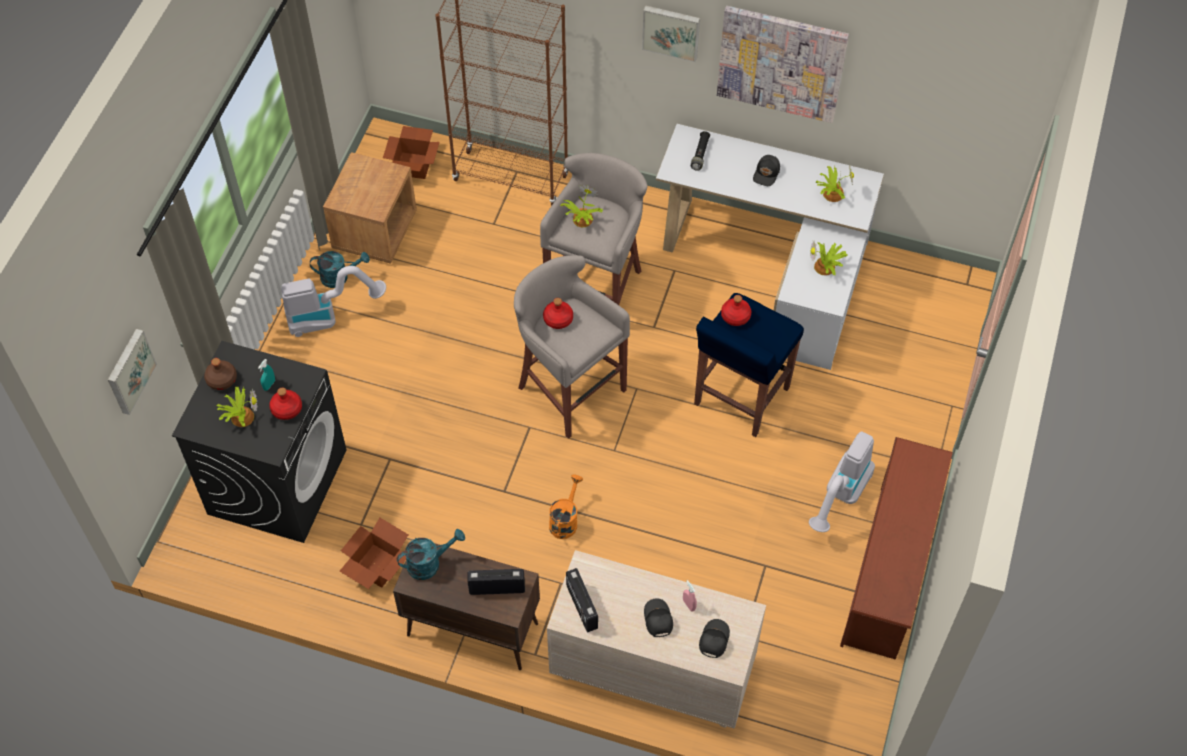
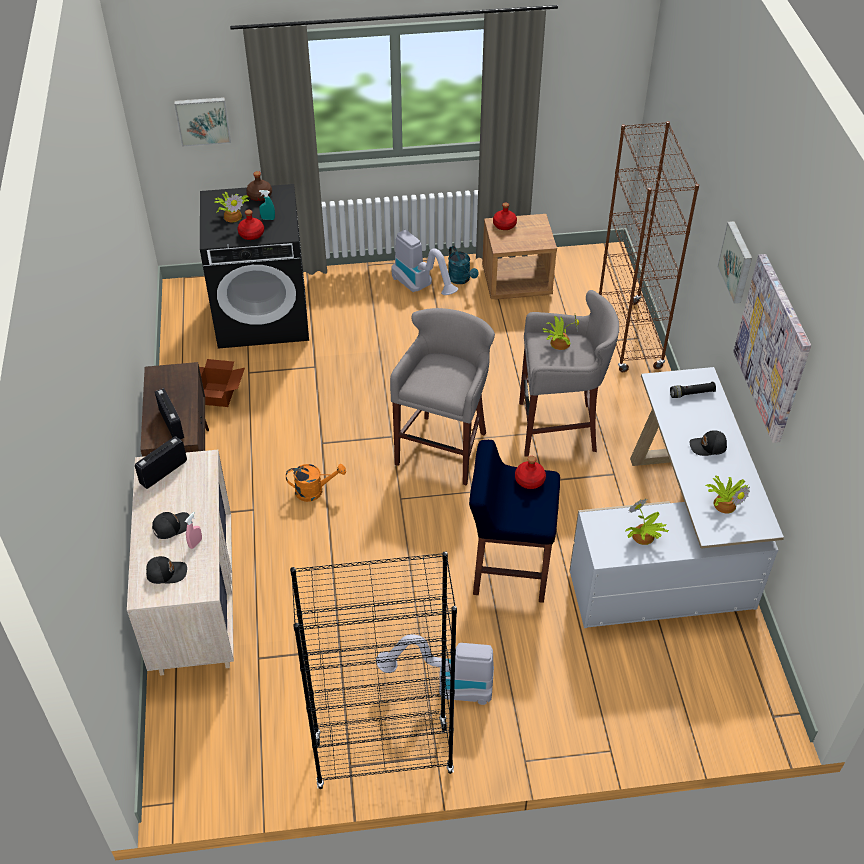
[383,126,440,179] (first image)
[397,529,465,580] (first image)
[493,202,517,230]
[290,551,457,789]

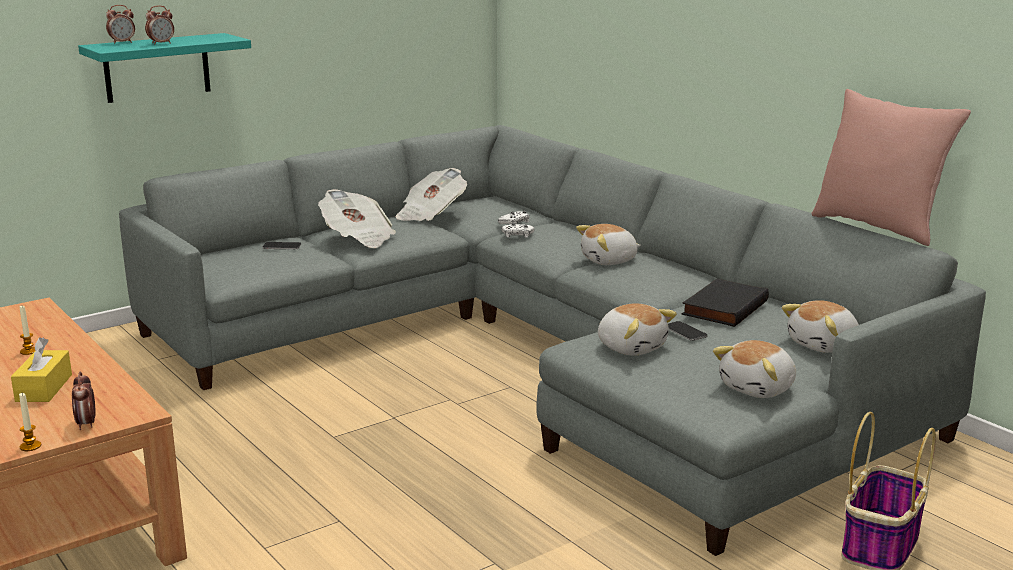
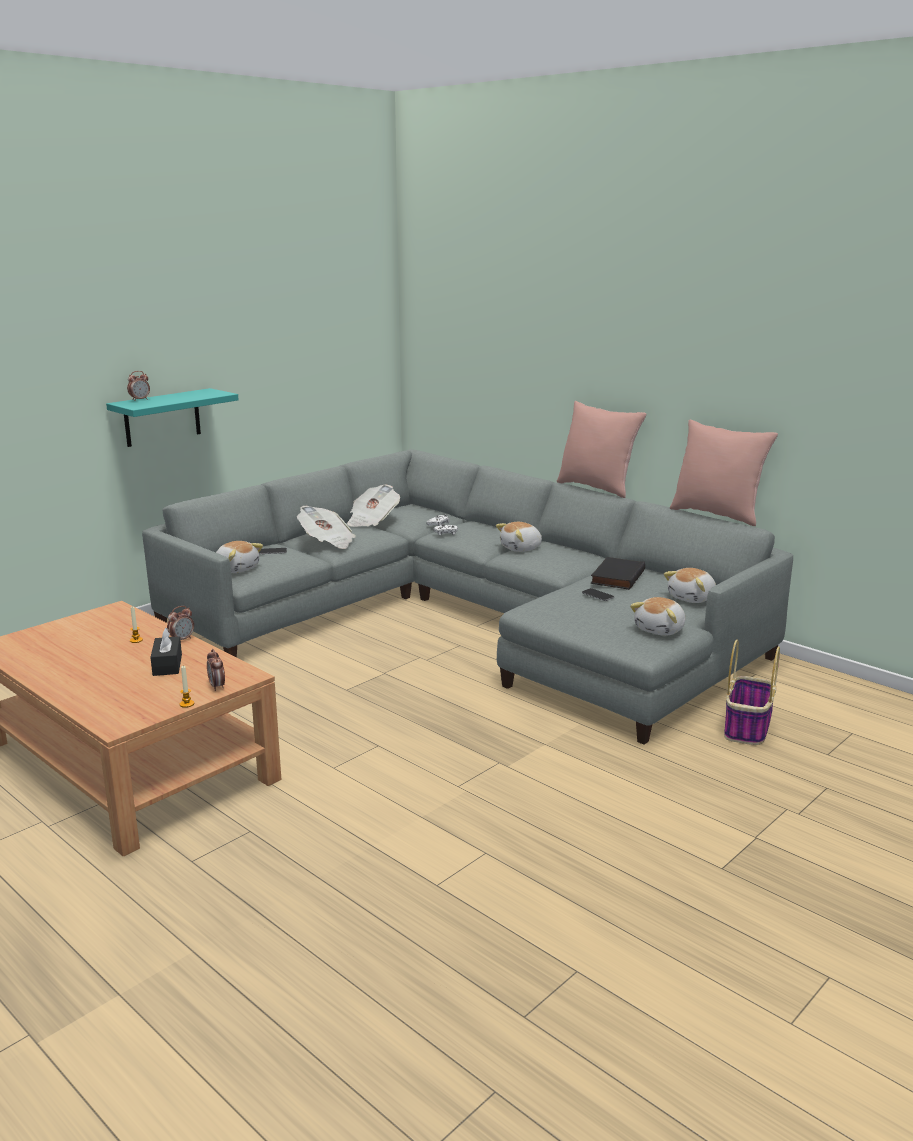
[557,401,647,498]
[167,606,194,640]
[216,541,263,573]
[150,628,182,676]

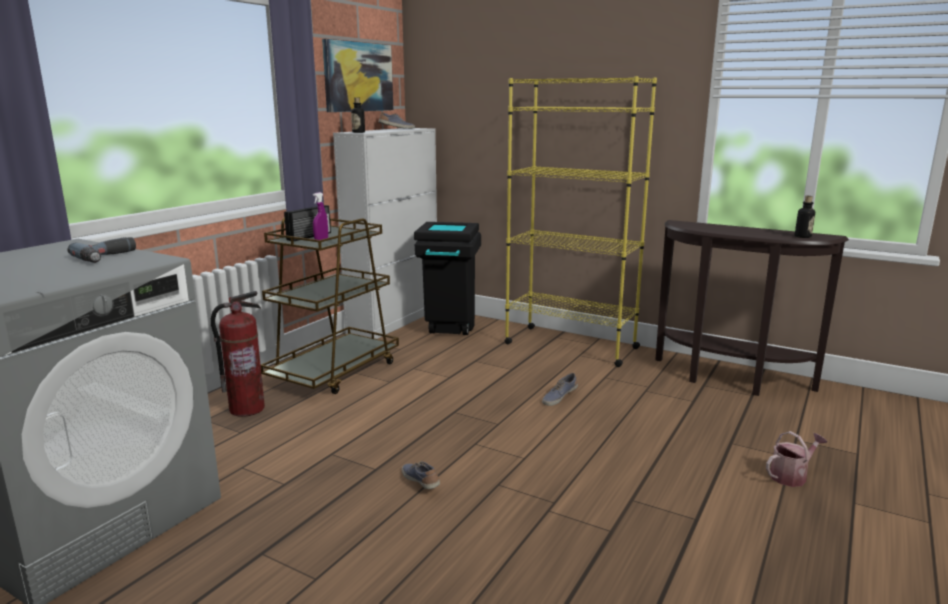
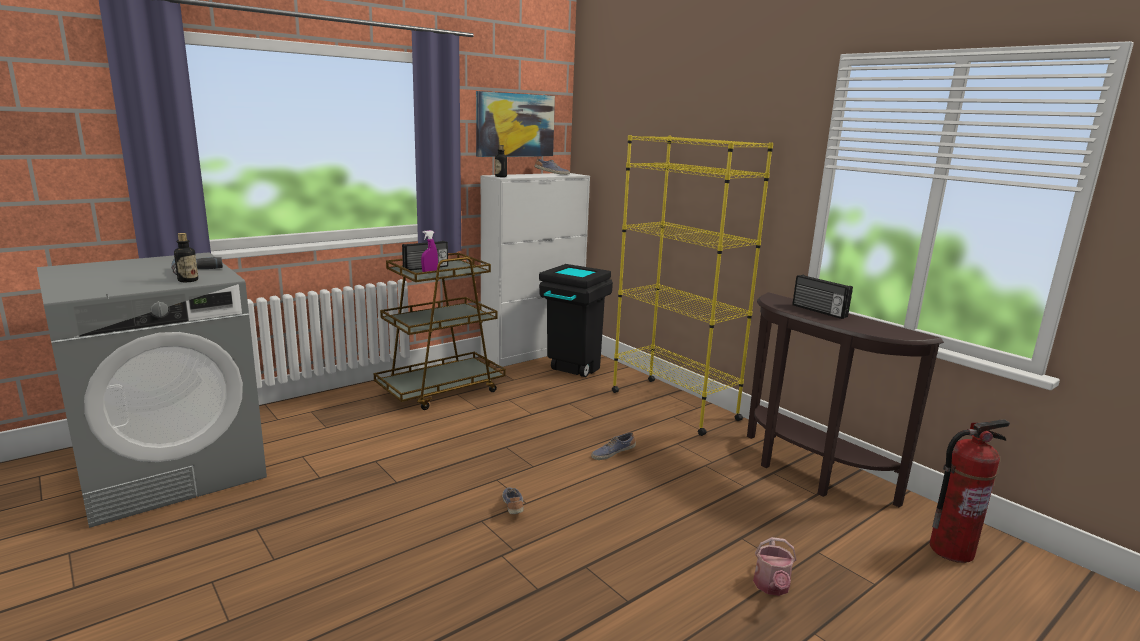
[792,275,853,319]
[930,419,1010,563]
[502,487,524,514]
[174,233,198,282]
[753,537,797,596]

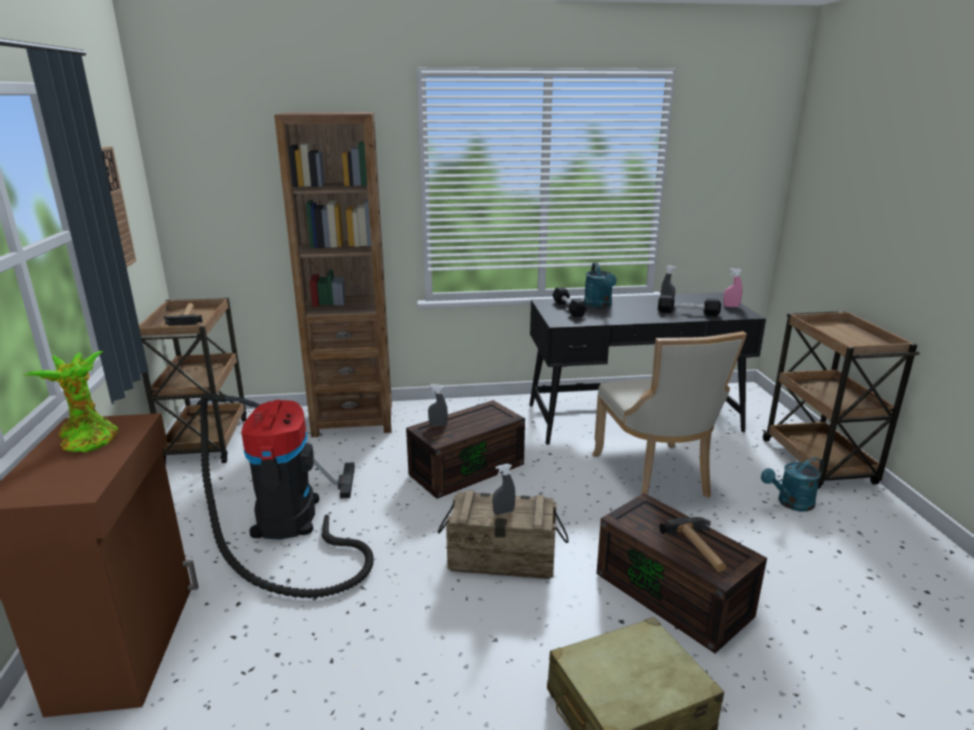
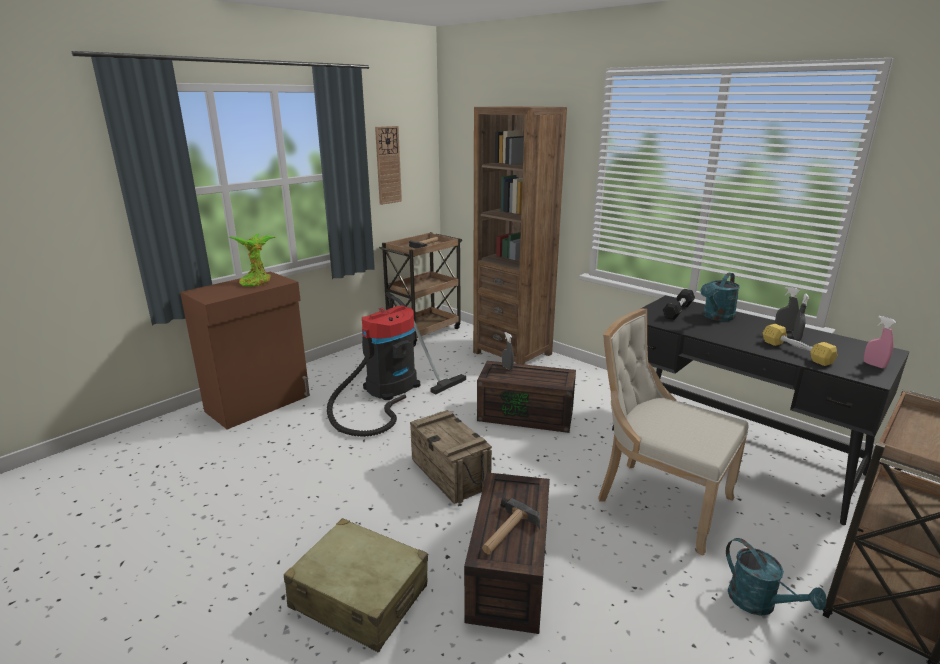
[775,287,800,331]
[763,324,837,366]
[598,308,749,556]
[726,538,827,616]

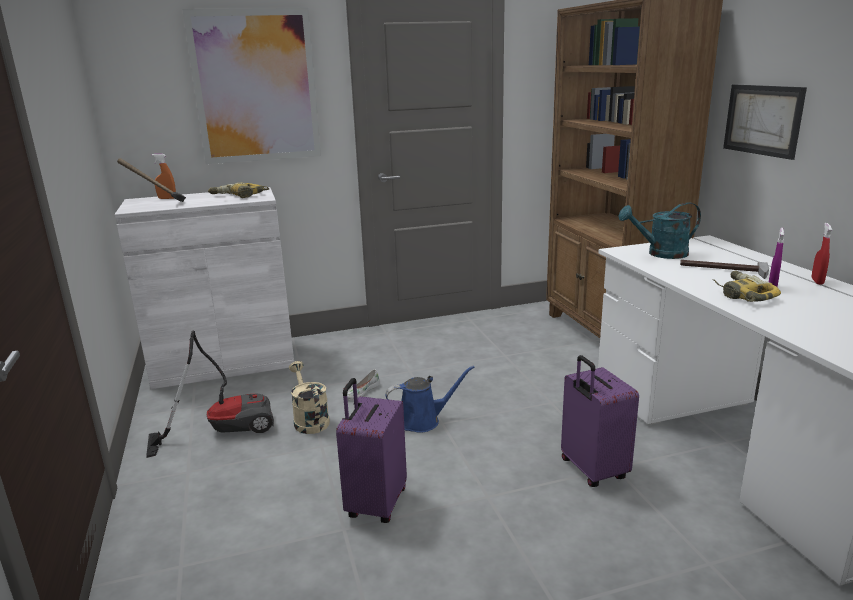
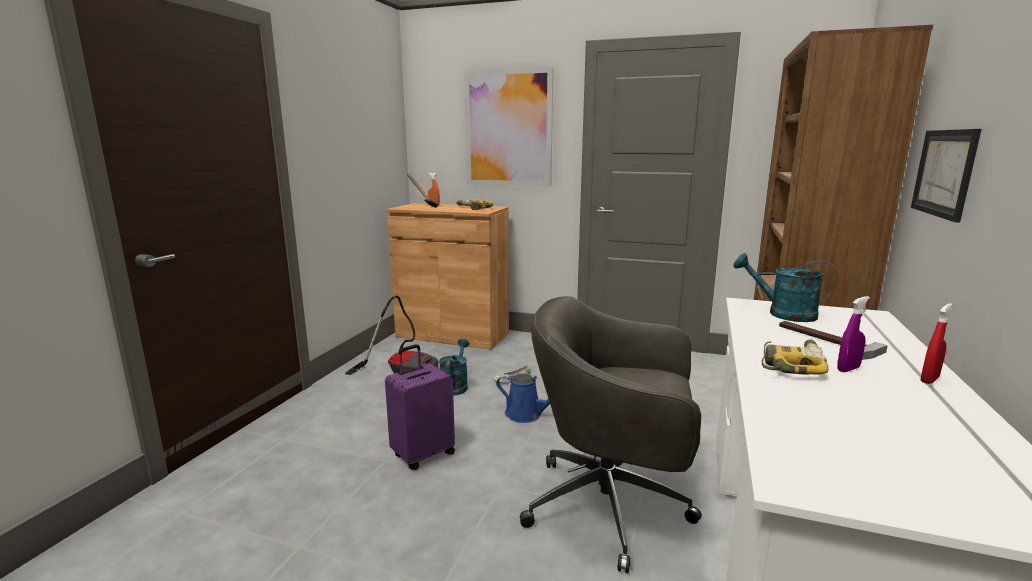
[520,296,702,573]
[387,203,509,350]
[439,338,469,396]

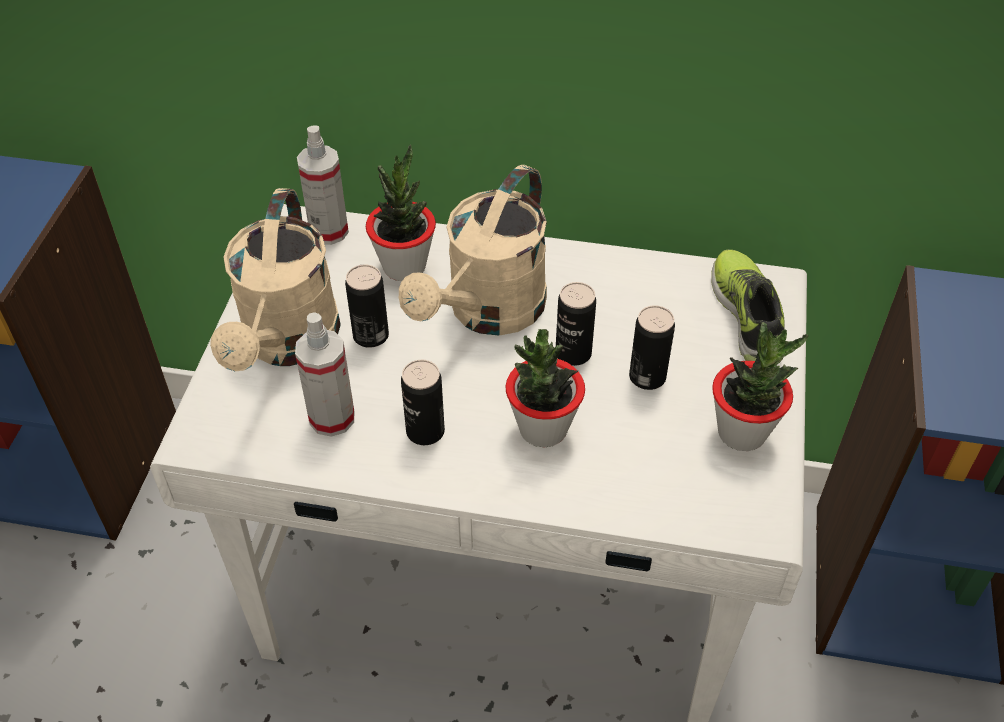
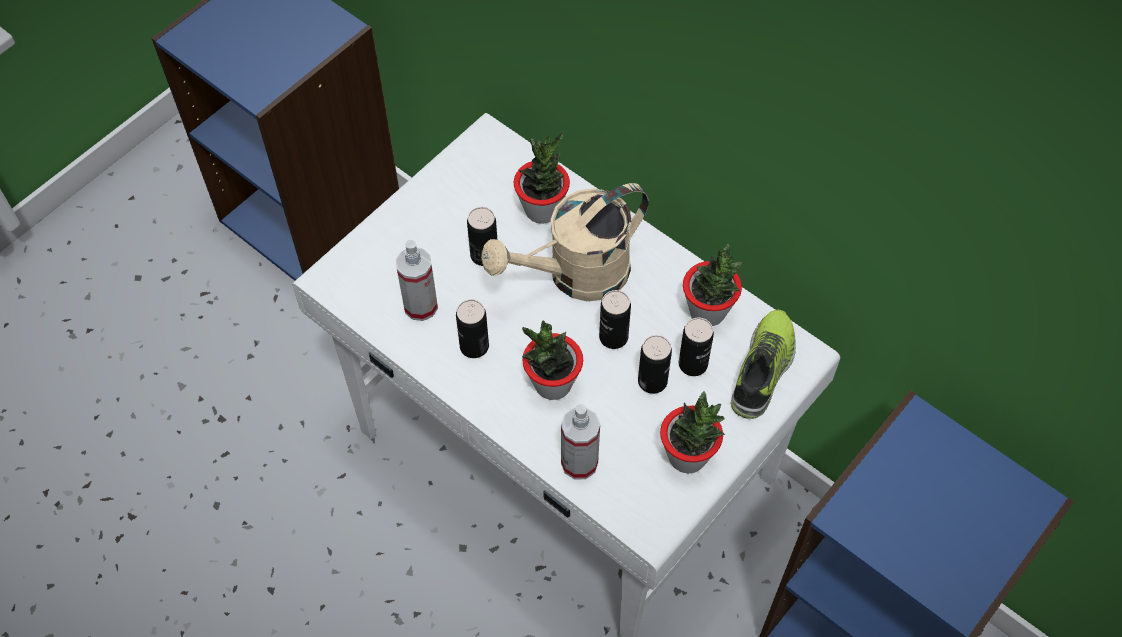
[210,188,341,372] (first image)
[679,318,714,376]
[683,244,743,326]
[561,404,600,480]

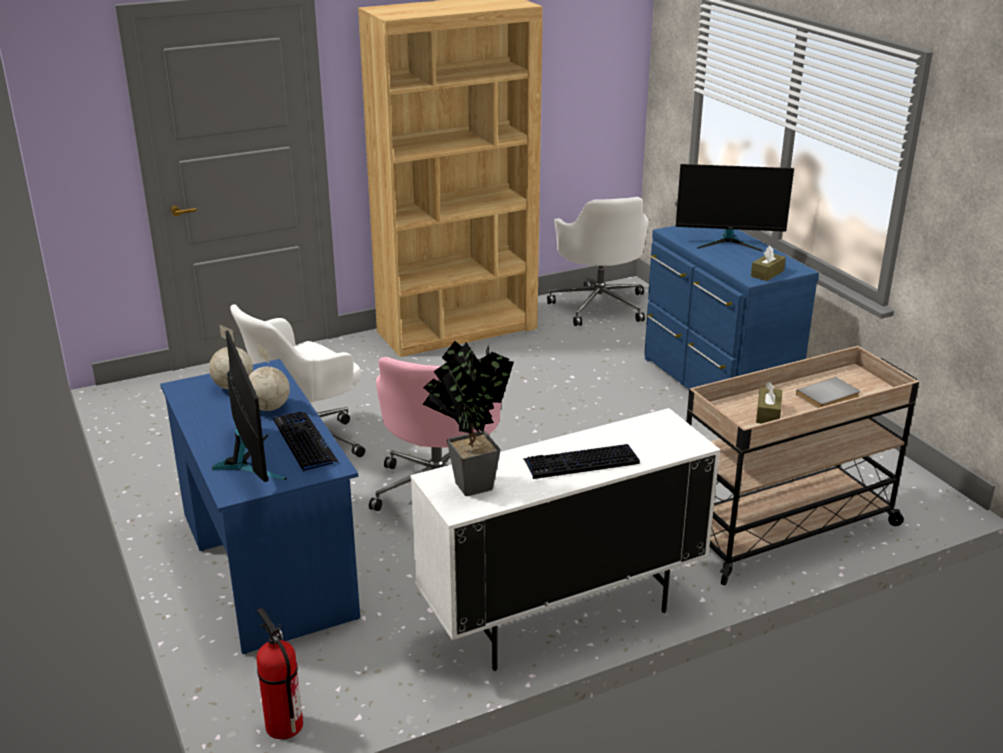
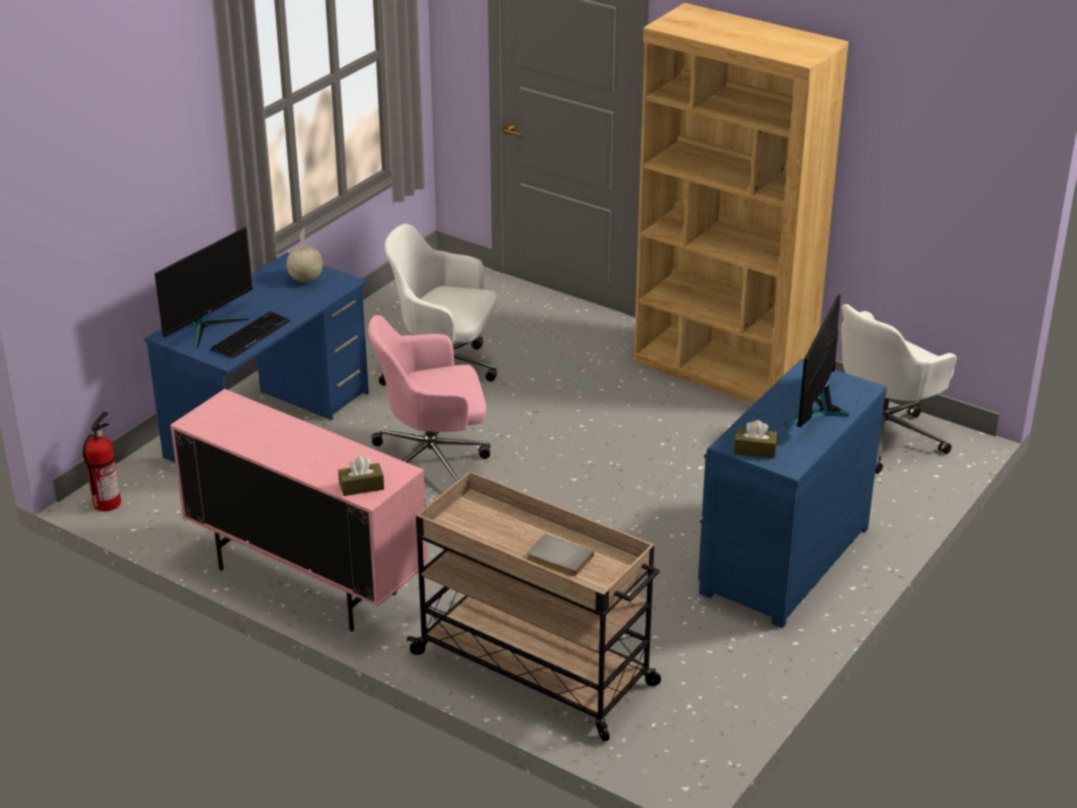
[249,344,290,411] (first image)
[423,341,514,496] (first image)
[523,444,640,479] (first image)
[338,457,384,496]
[170,389,428,632]
[784,294,849,427]

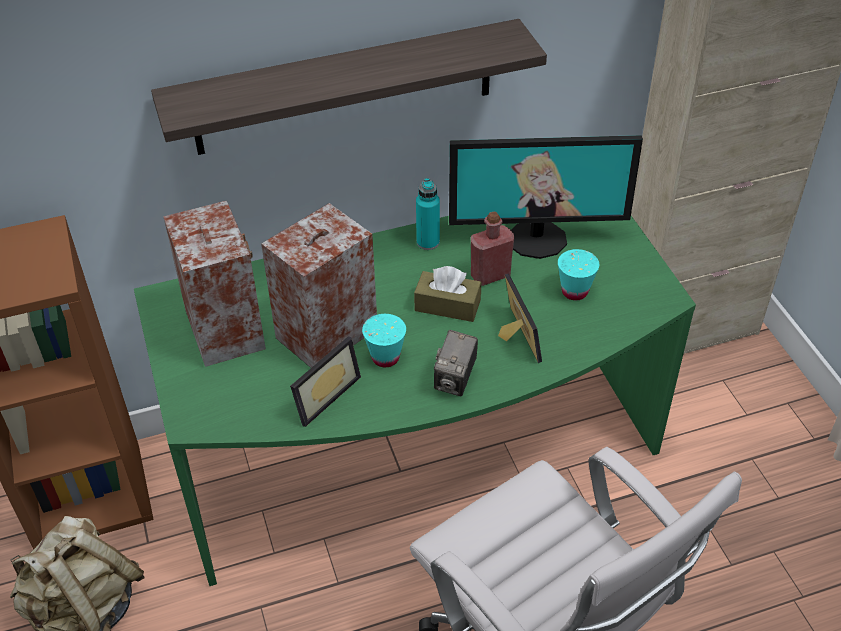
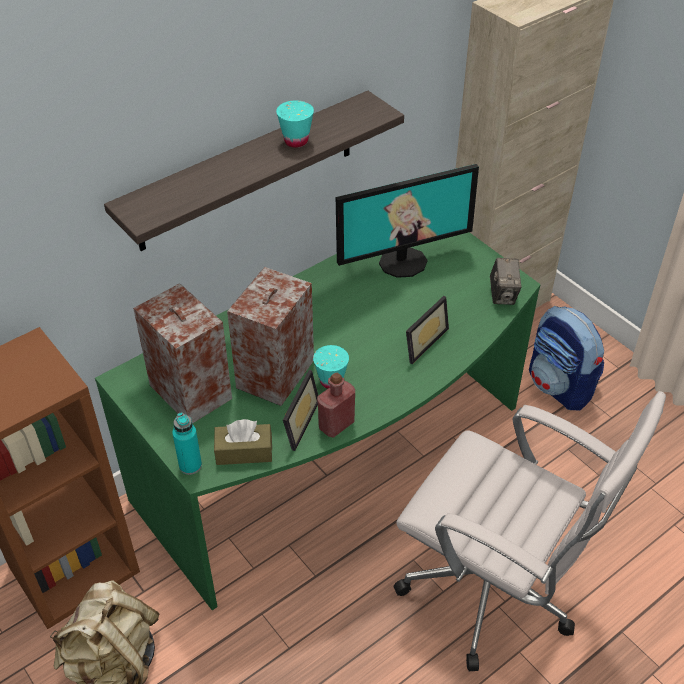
[529,306,604,411]
[214,419,272,465]
[172,412,202,475]
[490,258,522,305]
[317,372,355,438]
[276,100,314,148]
[406,296,449,364]

